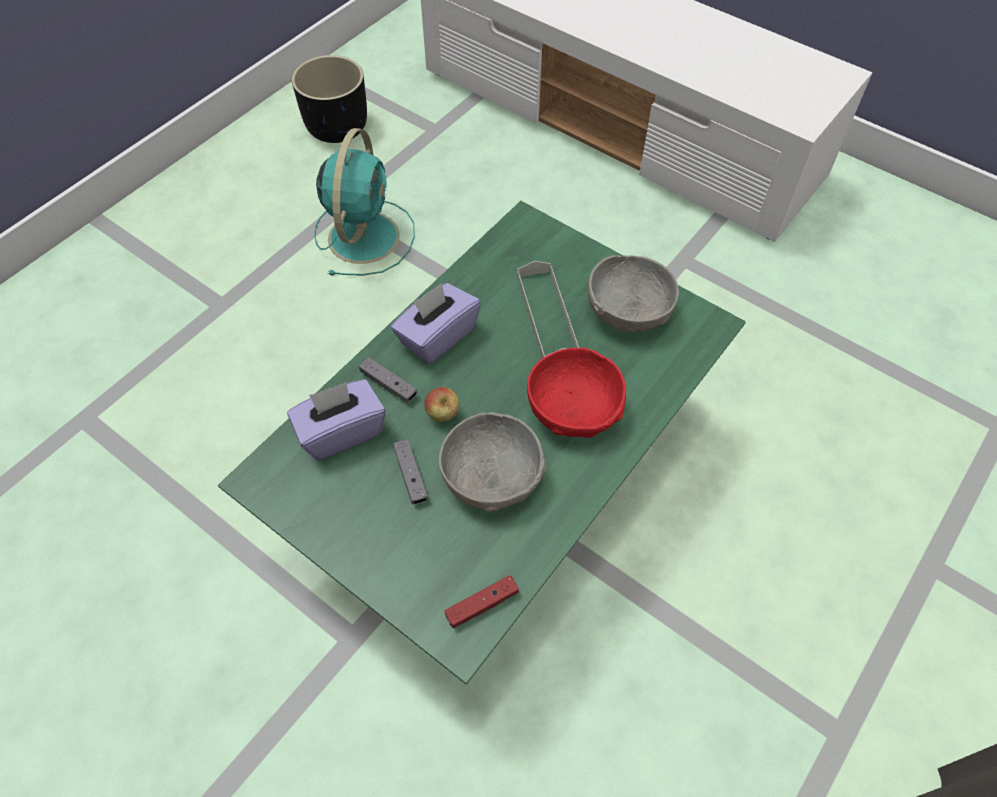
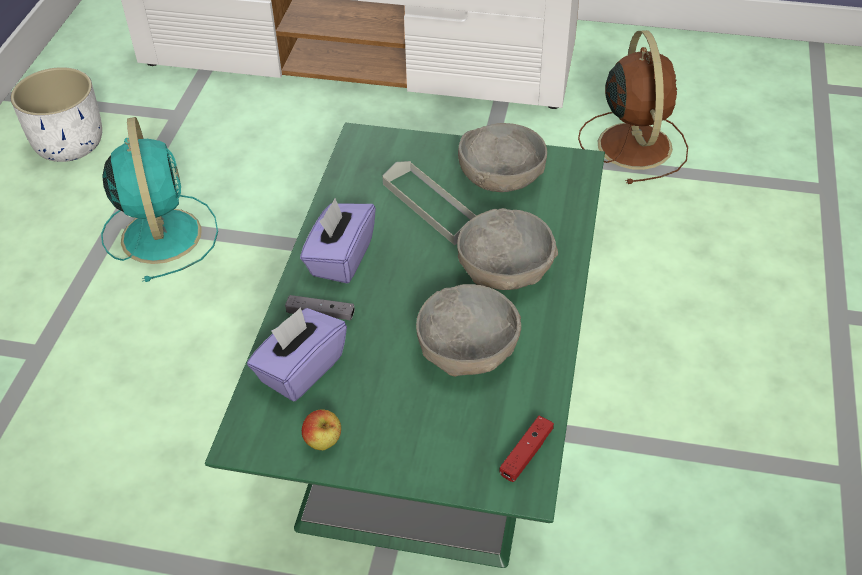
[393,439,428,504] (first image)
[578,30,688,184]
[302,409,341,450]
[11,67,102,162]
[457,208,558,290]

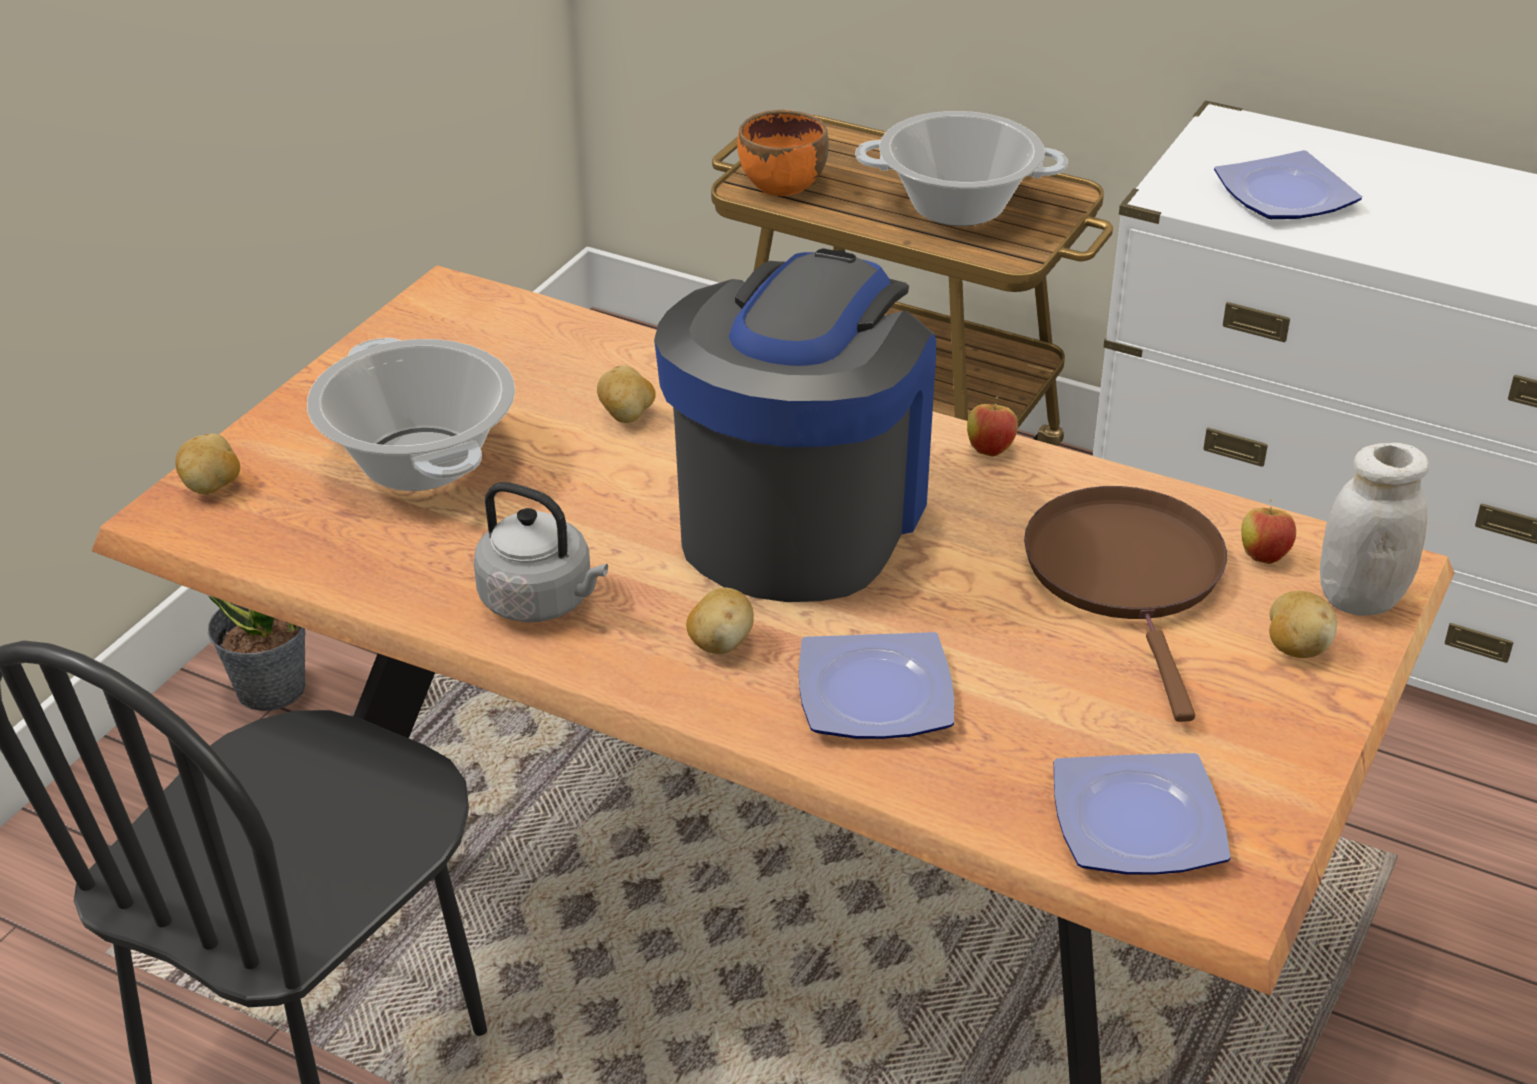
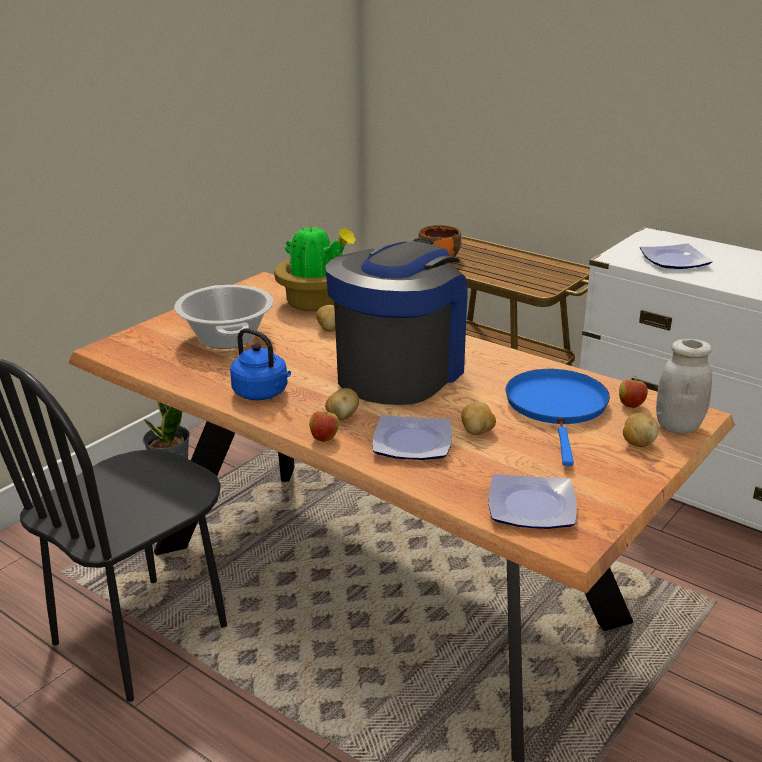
[855,111,1068,226] (first image)
[274,223,356,311]
[461,402,496,435]
[309,407,339,442]
[230,328,291,400]
[505,369,610,466]

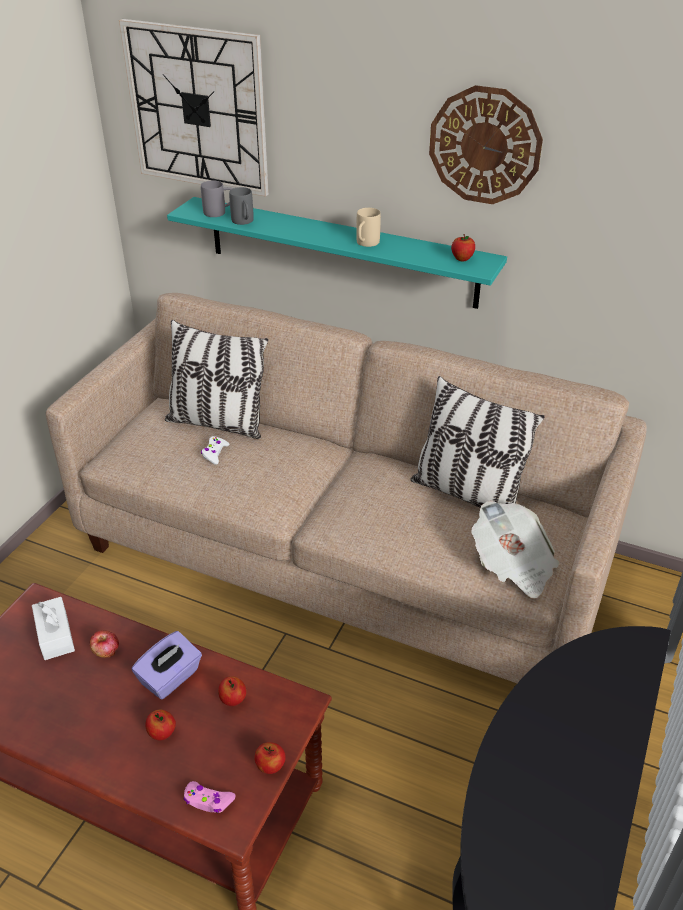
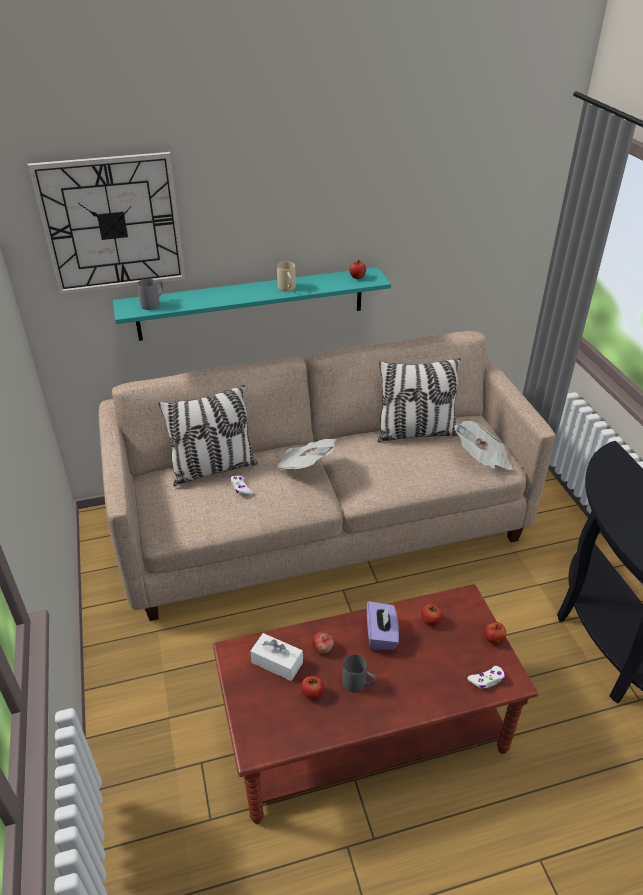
[429,85,543,204] (first image)
[275,439,337,469]
[301,676,324,700]
[342,654,376,692]
[467,666,505,689]

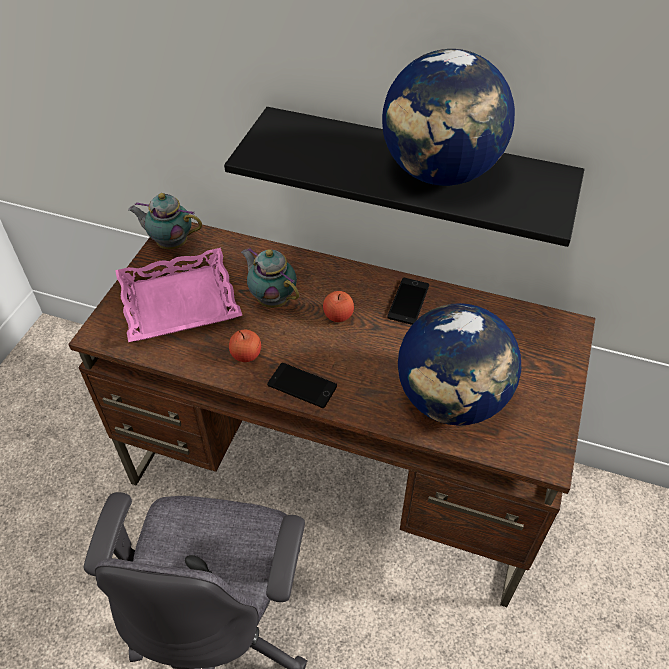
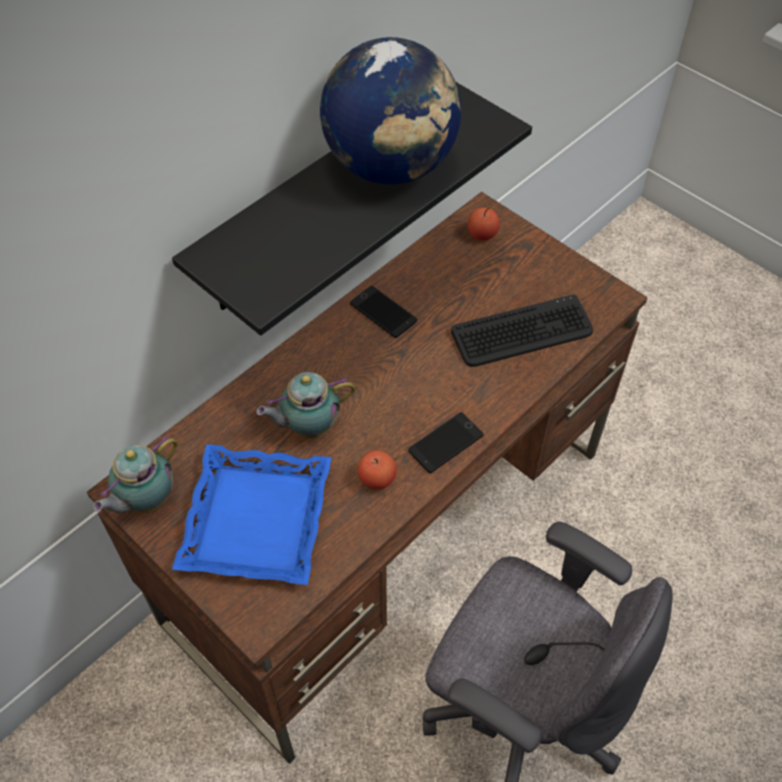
[468,208,499,240]
[451,295,593,367]
[172,444,332,585]

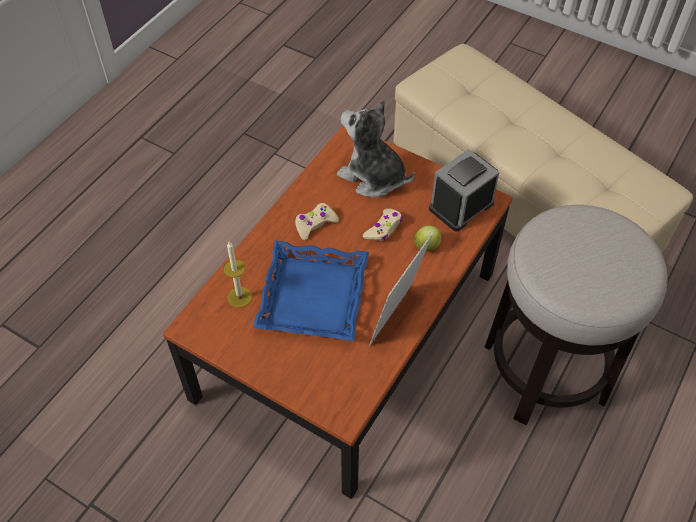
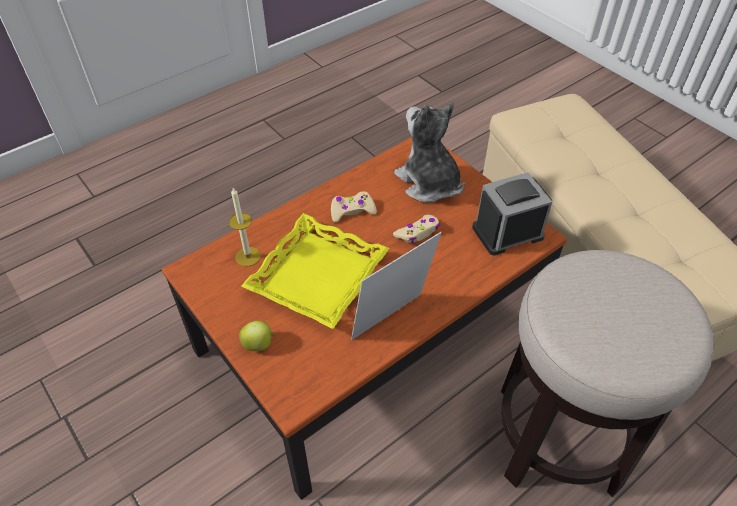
[239,321,275,351]
[242,213,389,329]

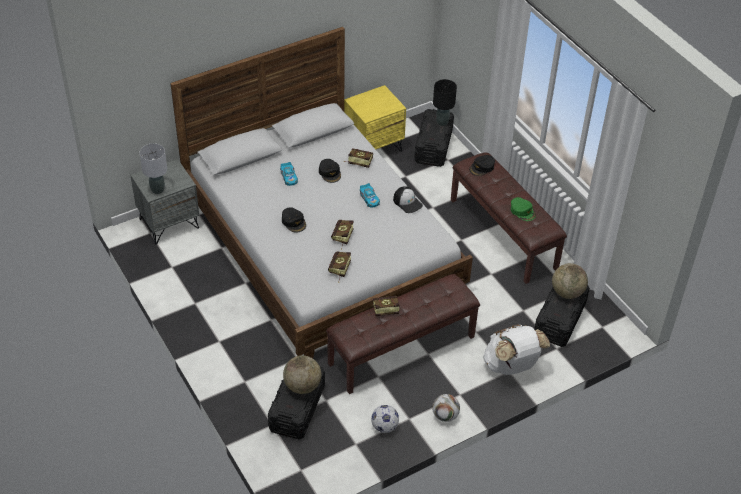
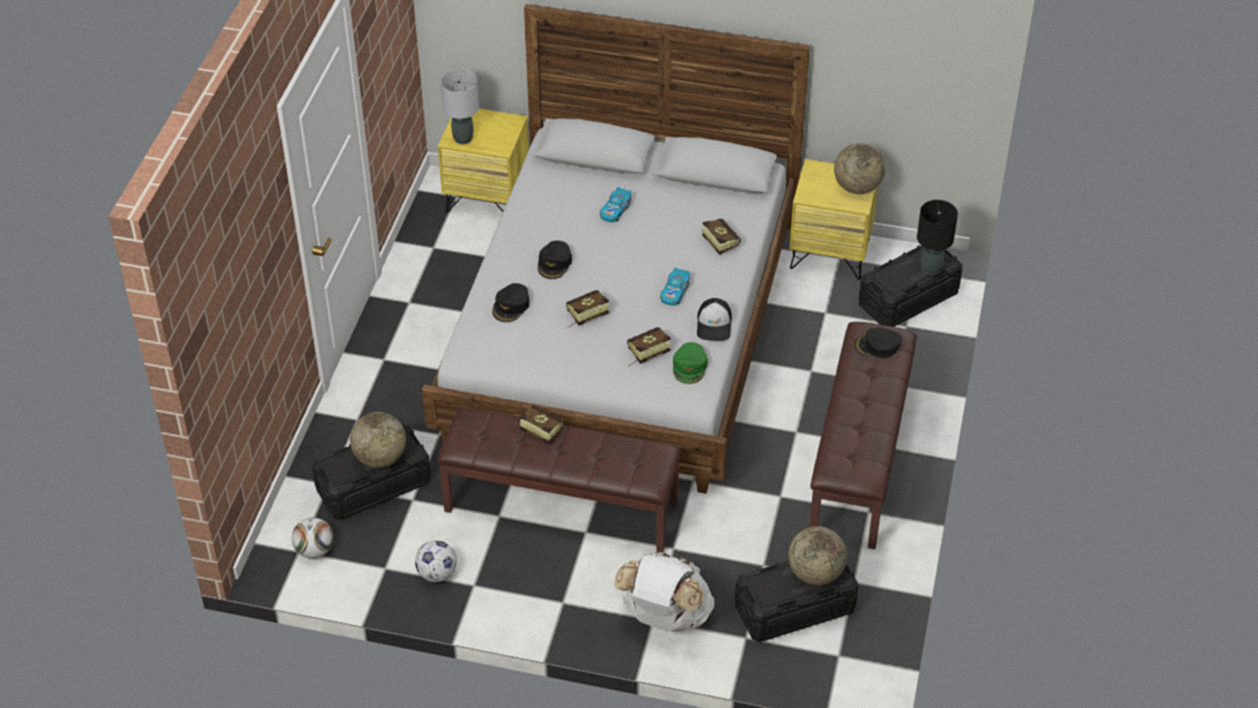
[834,143,885,194]
[492,283,530,322]
[627,327,671,366]
[292,517,333,559]
[673,342,708,384]
[438,109,529,213]

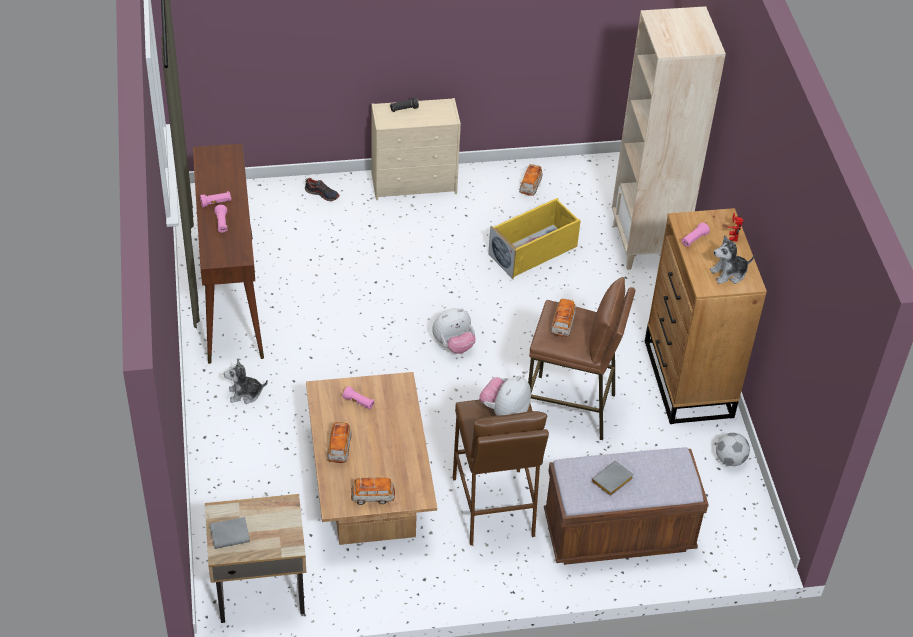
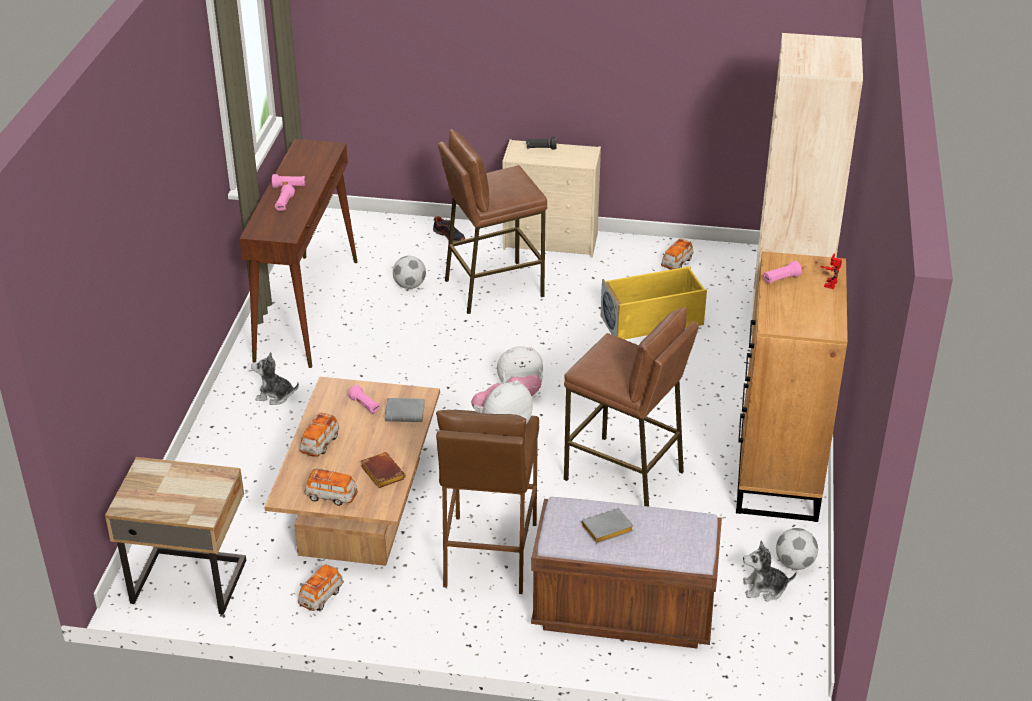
[361,452,406,488]
[393,256,426,289]
[438,129,547,314]
[385,398,425,422]
[298,564,344,611]
[743,541,797,601]

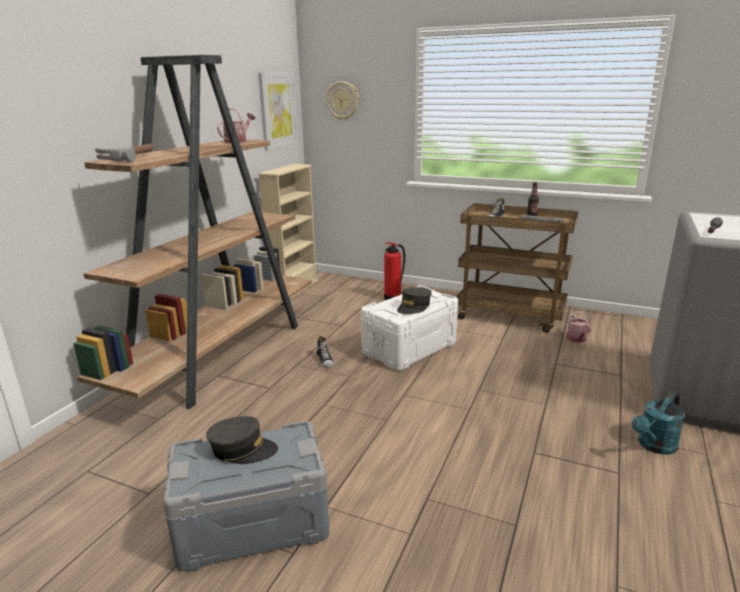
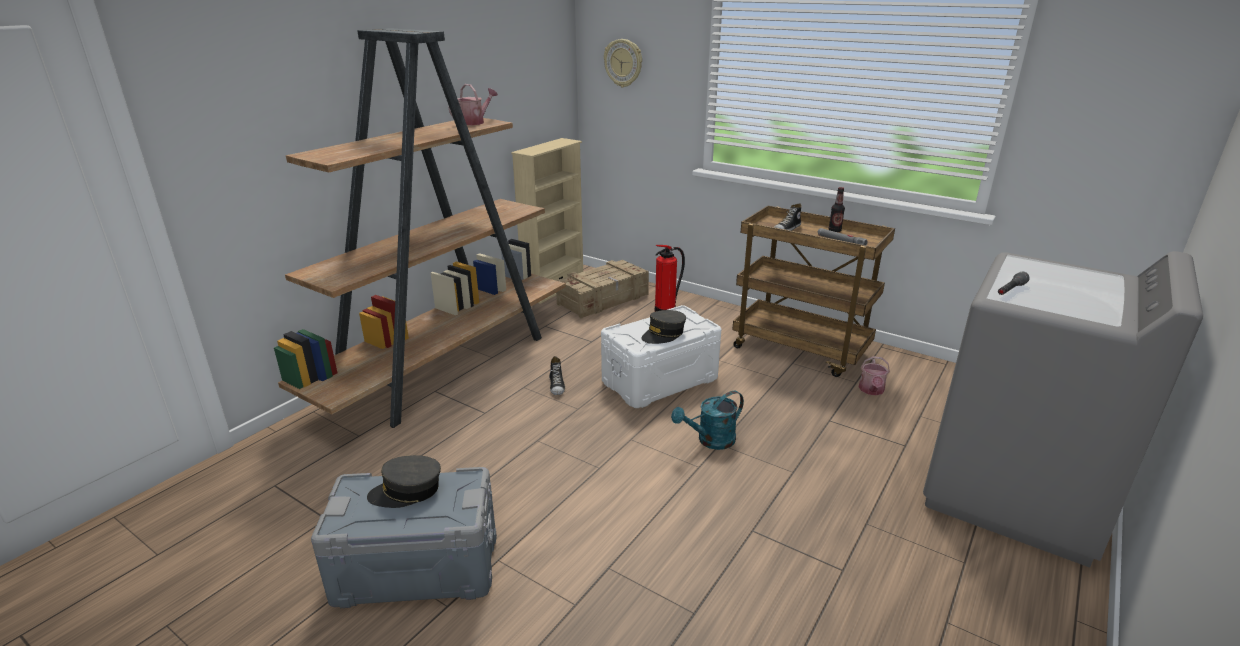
[95,144,153,162] (first image)
[258,73,298,151] (first image)
[556,260,649,319]
[671,391,744,450]
[367,455,441,508]

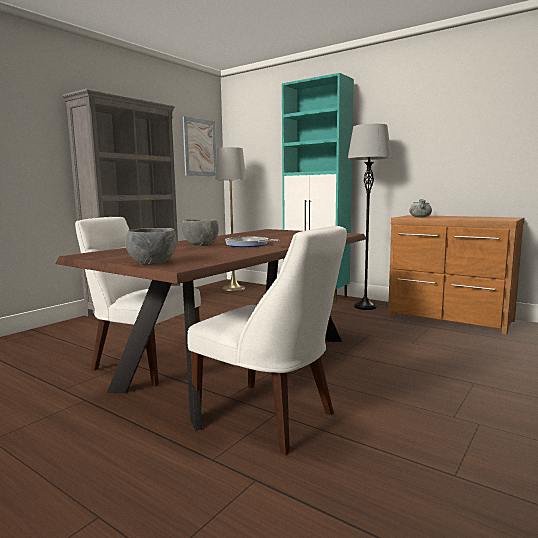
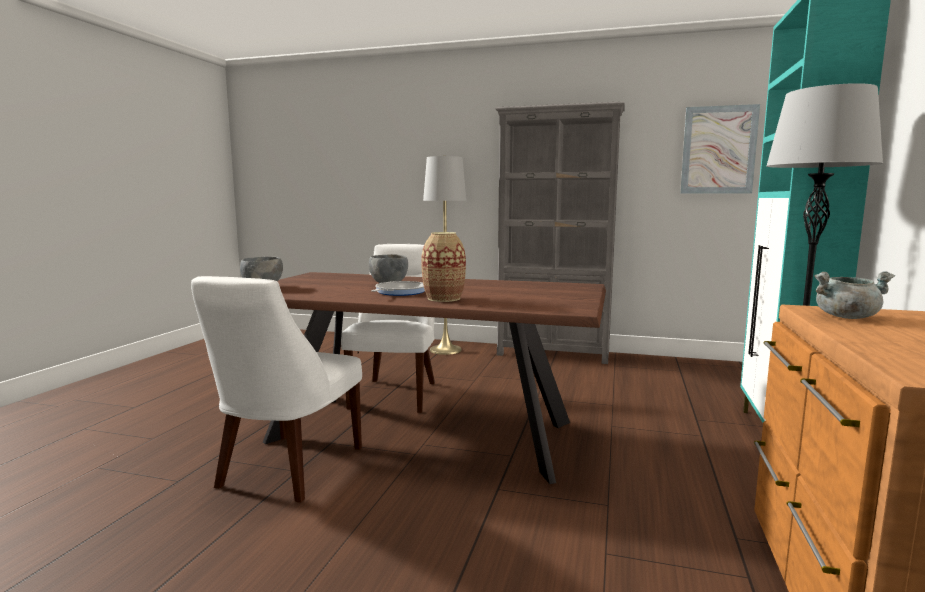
[422,232,466,302]
[423,156,467,355]

